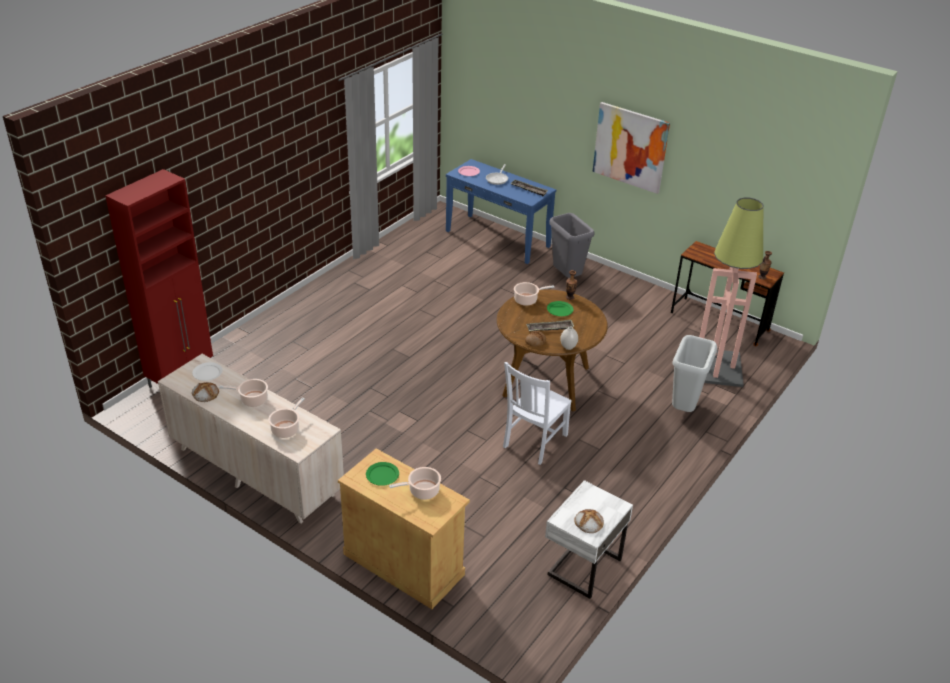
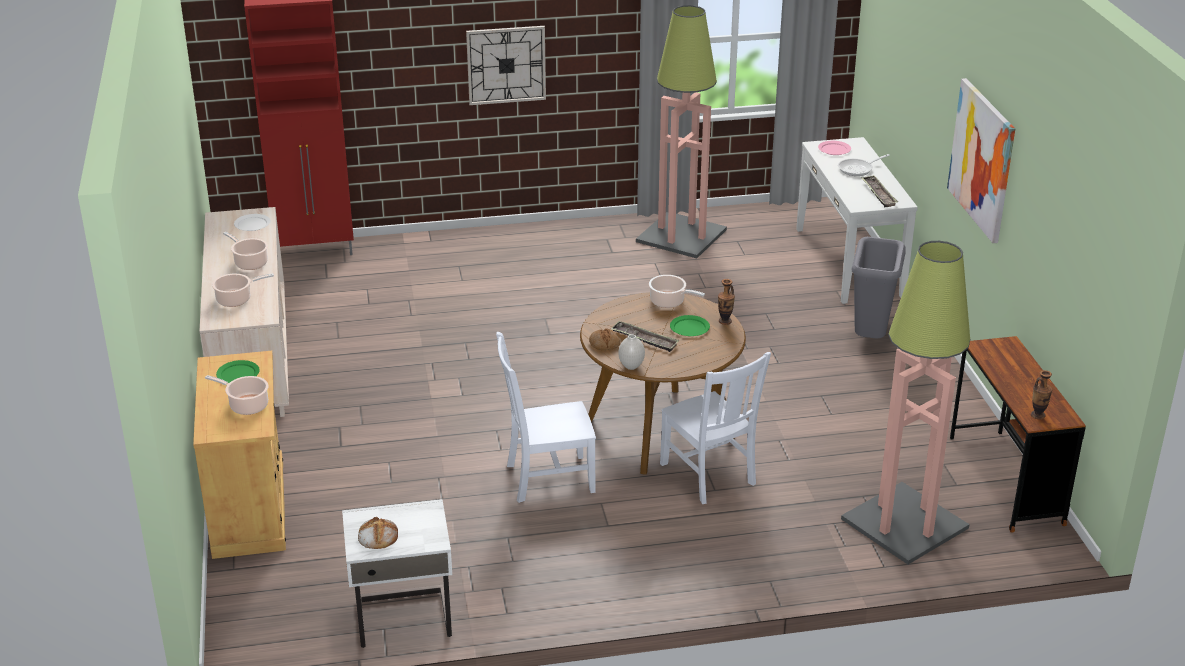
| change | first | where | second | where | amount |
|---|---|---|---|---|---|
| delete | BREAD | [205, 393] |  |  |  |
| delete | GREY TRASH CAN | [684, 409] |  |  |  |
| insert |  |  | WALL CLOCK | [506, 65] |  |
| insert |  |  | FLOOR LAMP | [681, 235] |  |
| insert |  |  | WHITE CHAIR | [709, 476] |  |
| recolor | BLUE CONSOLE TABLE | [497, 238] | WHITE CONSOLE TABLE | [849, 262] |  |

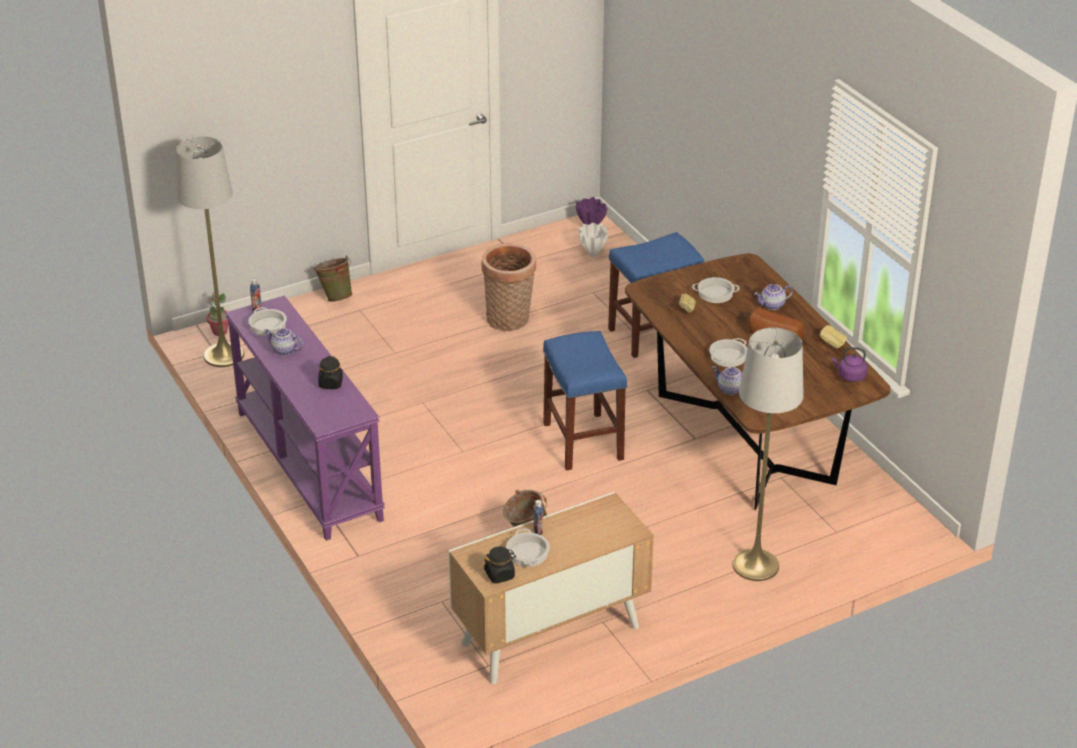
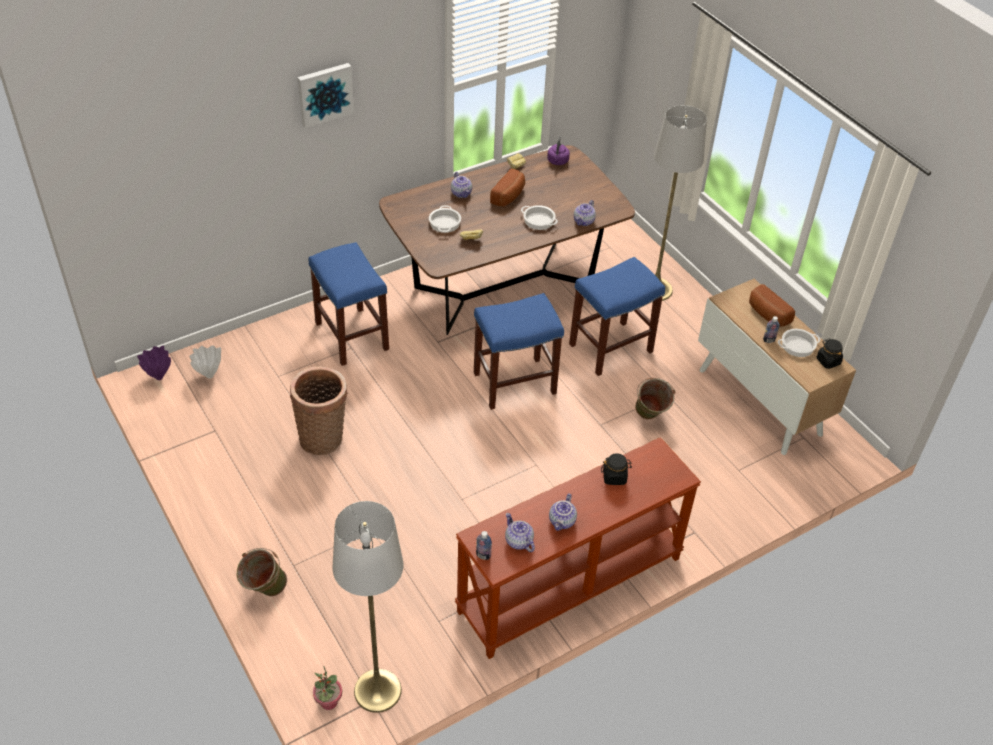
| change | first | where | second | where | amount |
|---|---|---|---|---|---|
| insert |  |  | PICTURE | [325, 94] |  |
| insert |  |  | BLUE STOOL | [610, 349] |  |
| insert |  |  | BREAD | [766, 314] |  |
| replace | COOKING POT | [267, 326] | TEAPOT | [518, 541] |  |
| recolor | PURPLE CONSOLE TABLE | [307, 465] | BROWN CONSOLE TABLE | [570, 586] |  |

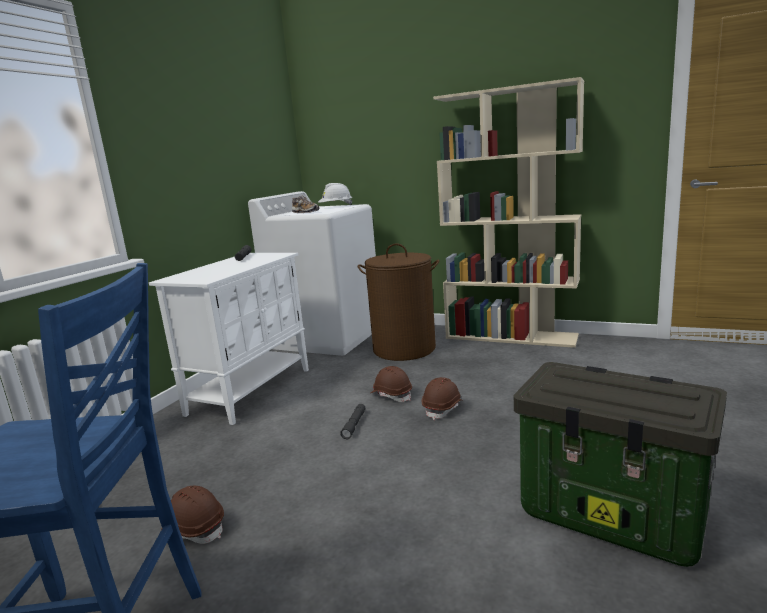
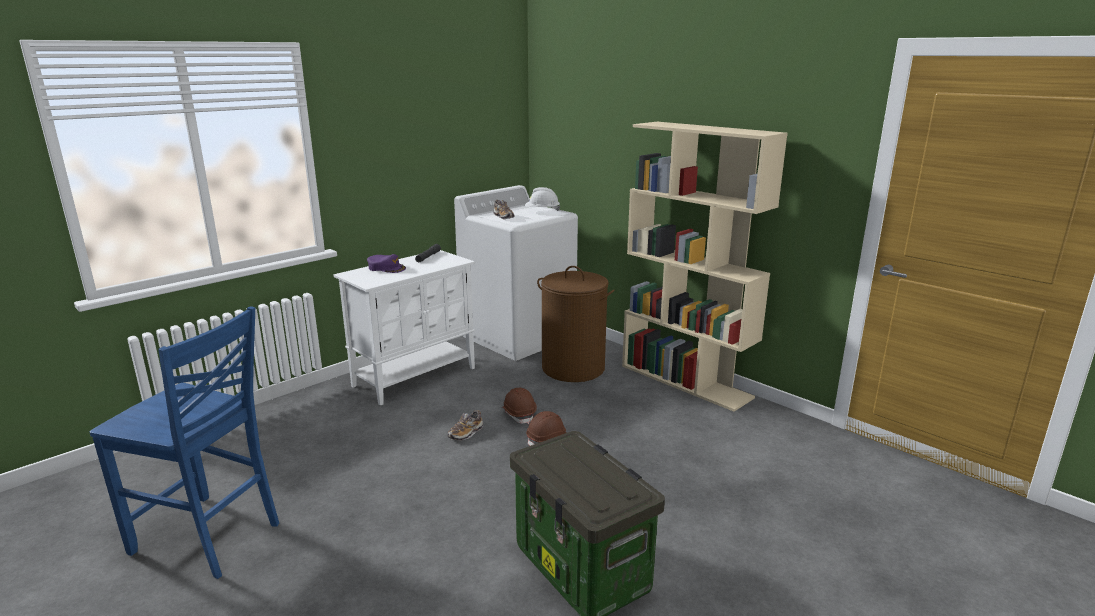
| change | first | where | second | where | amount |
|---|---|---|---|---|---|
| delete | BROWN HARD HAT | [194, 528] |  |  |  |
| insert |  |  | PURPLE CAP | [386, 268] |  |
| replace | GREY FLASHLIGHT | [354, 425] | SHOE | [466, 433] |  |

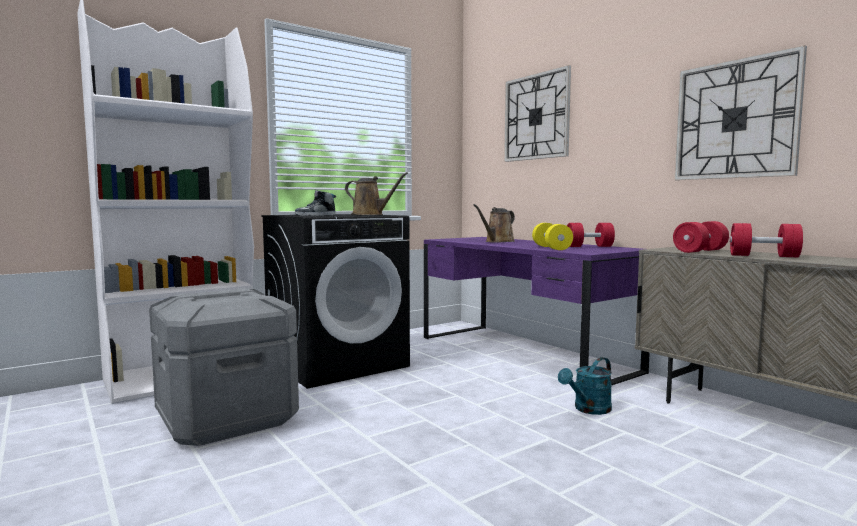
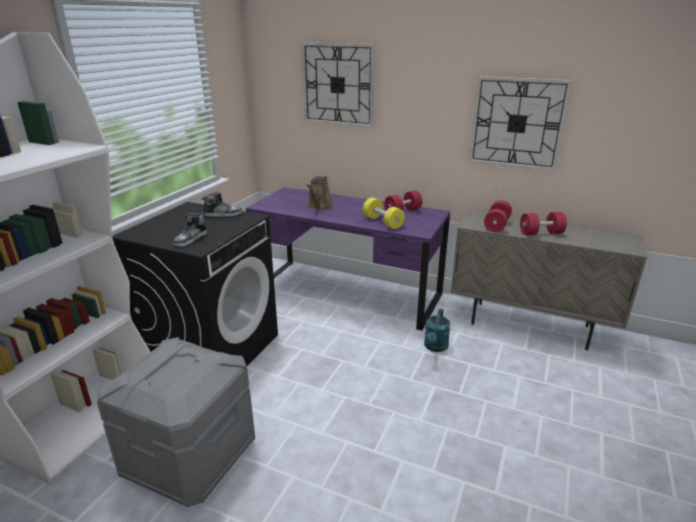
| change | first | where | second | where | amount |
|---|---|---|---|---|---|
| replace | BROWN WATERING CAN | [370, 214] | SHOE | [223, 214] |  |

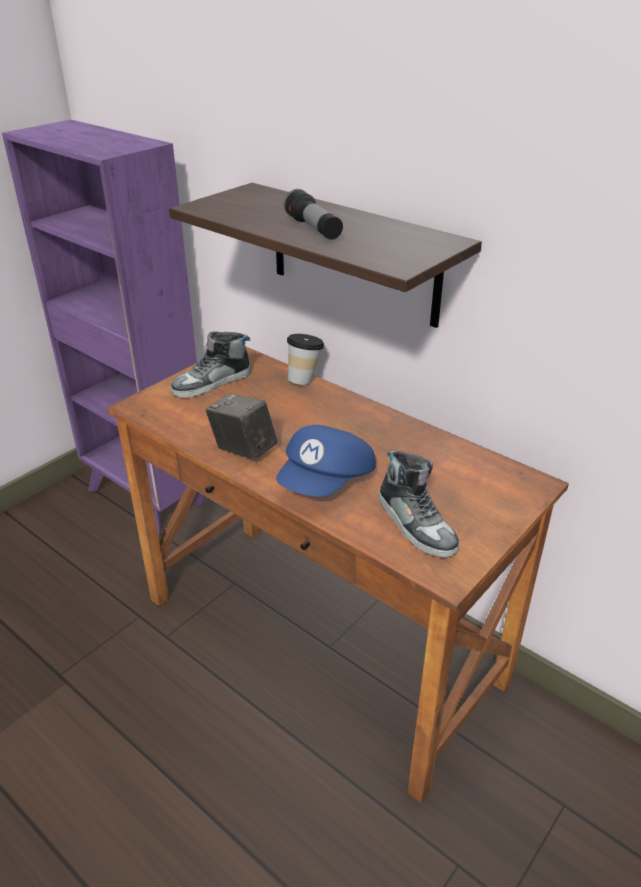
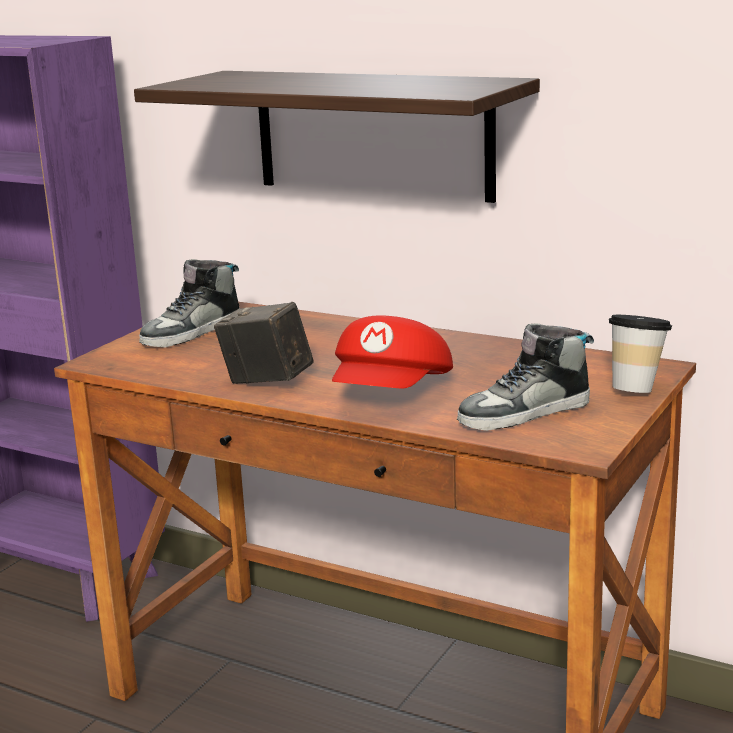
| change | first | where | second | where | amount |
|---|---|---|---|---|---|
| delete | FLASHLIGHT | [313, 229] |  |  |  |
| move | CUP | [305, 379] |  | [636, 388] |  |
| recolor | BLUE CAP | [327, 482] | RED CAP | [393, 394] |  |
| rotate | SHOE | [416, 524] |  | [525, 413] | 105 degrees clockwise |

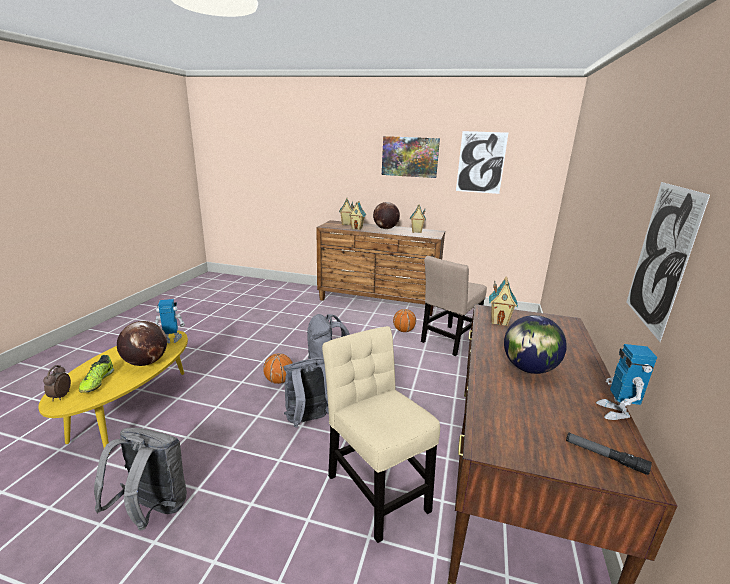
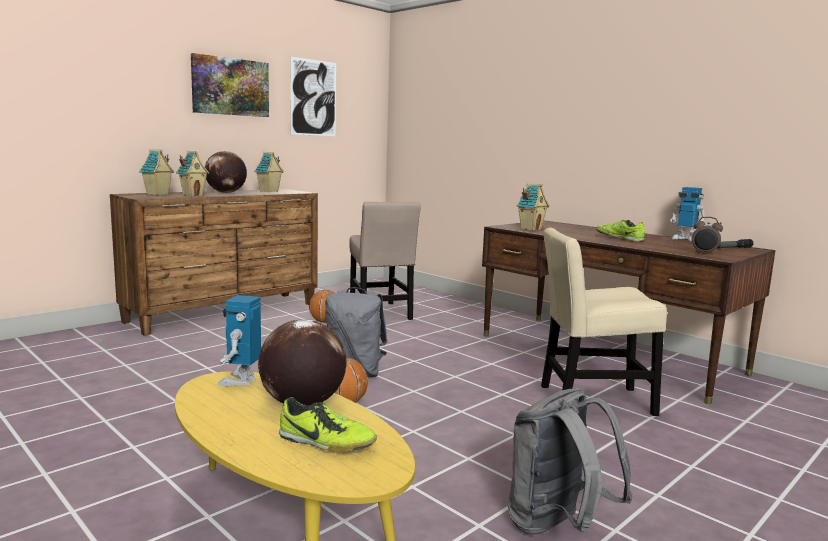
| change | first | where | second | where | amount |
|---|---|---|---|---|---|
| delete | GREY BACKPACK | [309, 422] |  |  |  |
| delete | PICTURE | [661, 257] |  |  |  |
| move | ALARM CLOCK | [60, 396] |  | [704, 254] |  |
| replace | GLOBE | [529, 369] | SHOE | [619, 238] |  |

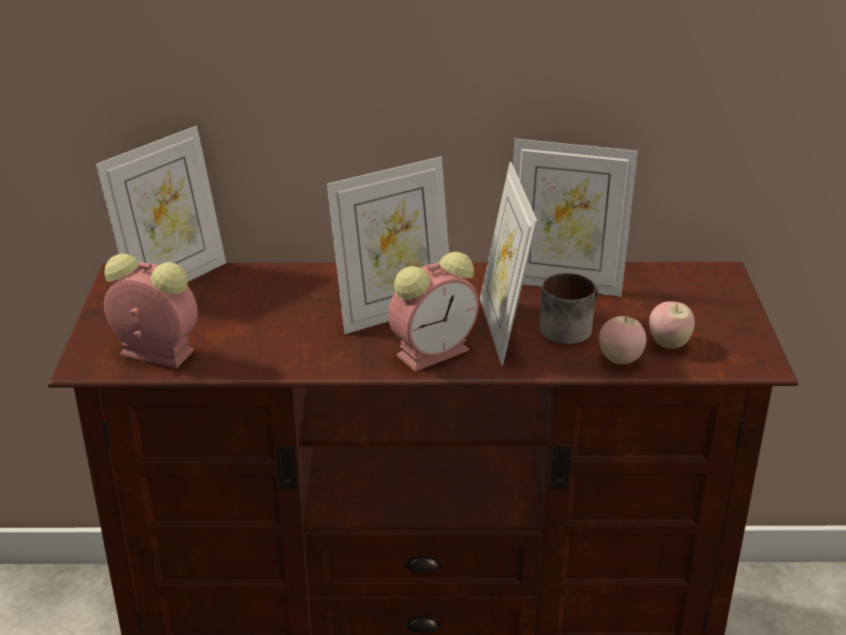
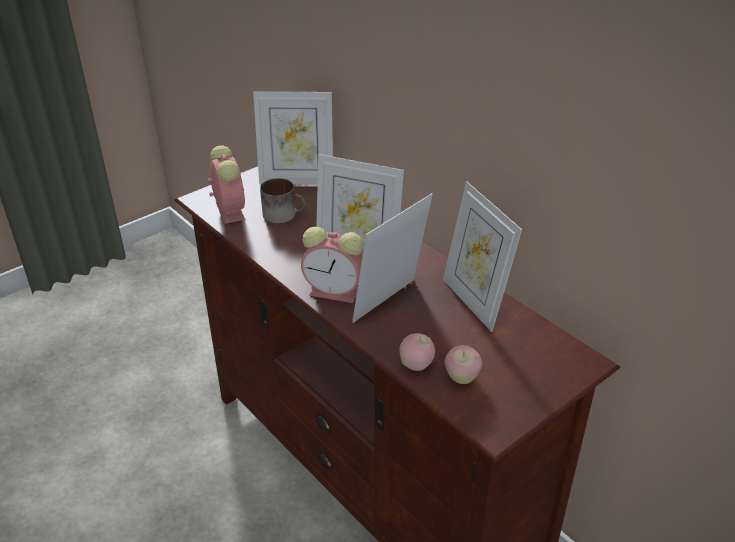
| change | first | where | second | where | amount |
|---|---|---|---|---|---|
| move | MUG | [569, 326] |  | [284, 214] |  |

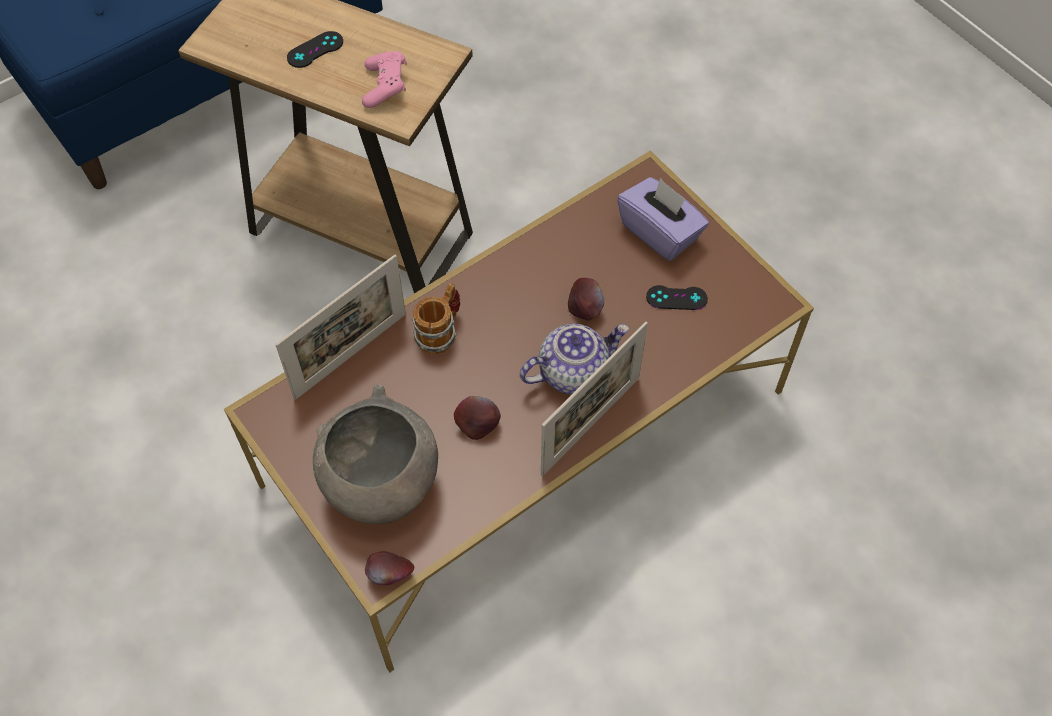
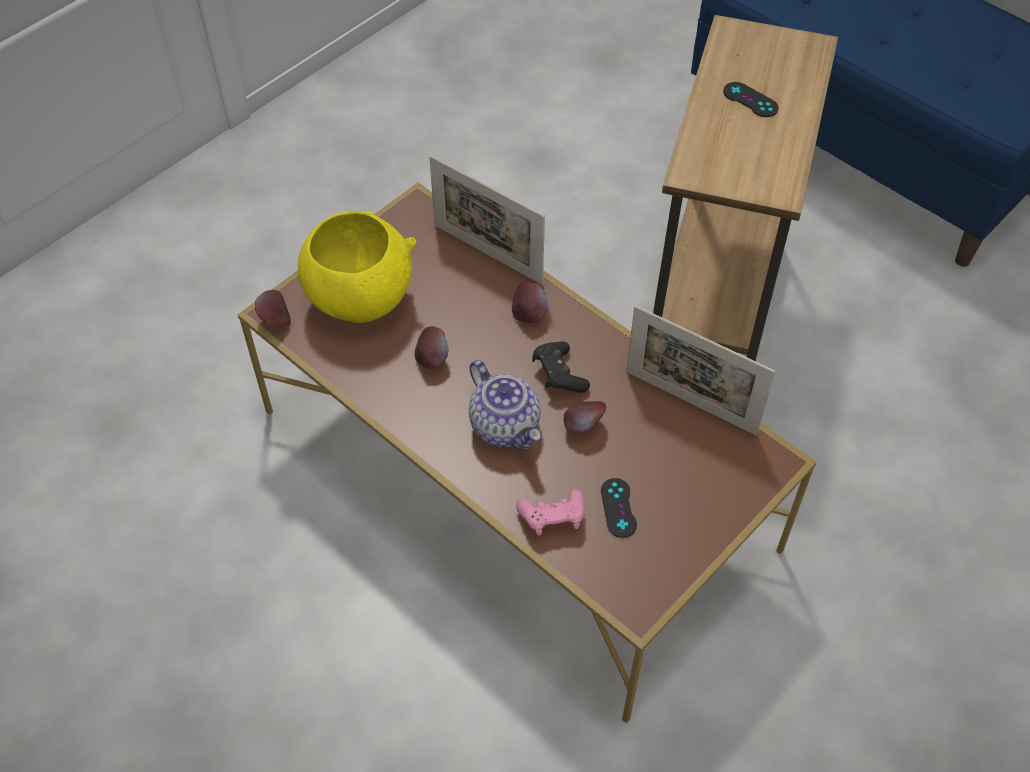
| change | first | where | second | where | amount |
|---|---|---|---|---|---|
| delete | PURPLE TISSUE BOX | [660, 232] |  |  |  |
| insert |  |  | BLACK GAME CONTROLLER | [559, 375] |  |
| move | PINK GAME CONTROLLER | [385, 87] |  | [552, 518] |  |
| move | PICTURE FRAME | [590, 425] |  | [690, 402] |  |
| replace | MUG | [440, 331] | APPLE | [529, 314] |  |
| recolor | GREY BOWL | [381, 485] | YELLOW BOWL | [360, 299] |  |

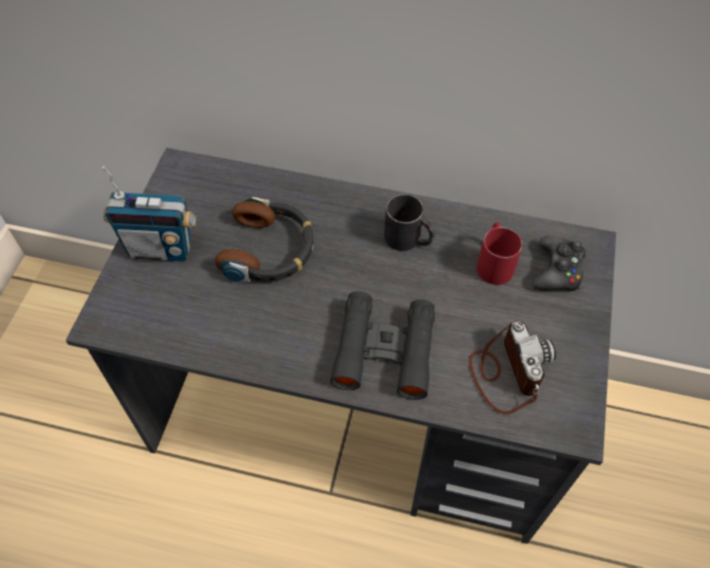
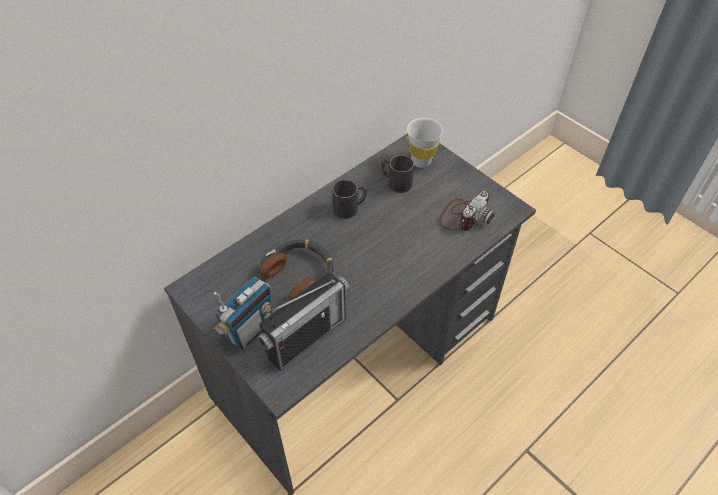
| change | first | where | second | where | amount |
|---|---|---|---|---|---|
| delete | BLACK BINOCULARS | [384, 350] |  |  |  |
| insert |  |  | RADIO | [306, 337] |  |
| replace | BLACK GAME CONTROLLER | [557, 270] | WHITE CUP | [421, 161] |  |
| recolor | RED MUG | [494, 262] | BLACK MUG | [395, 182] |  |
| rotate | PHOTO CAMERA | [505, 372] |  | [464, 216] | 105 degrees clockwise |

